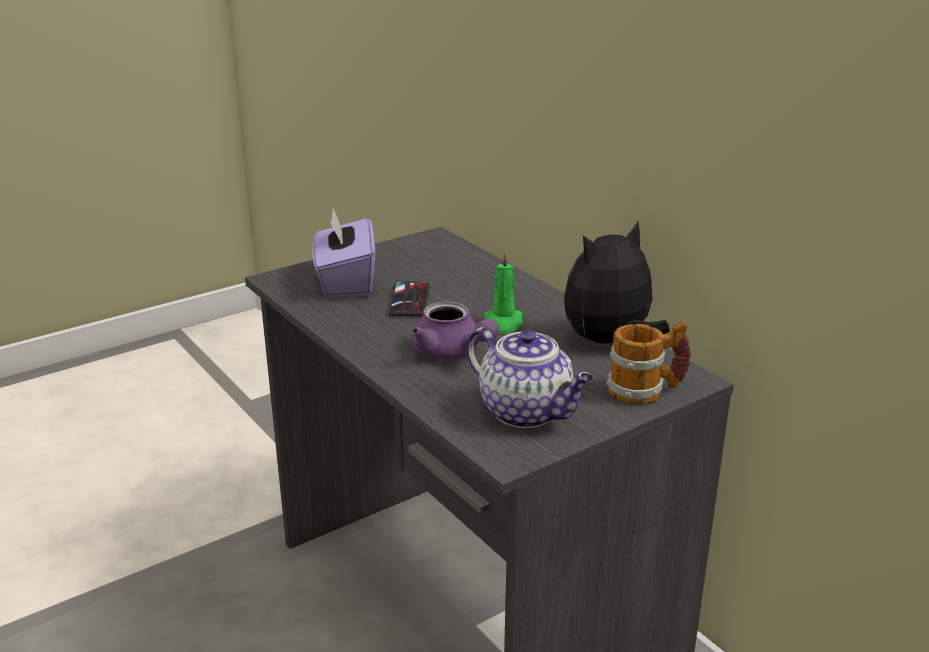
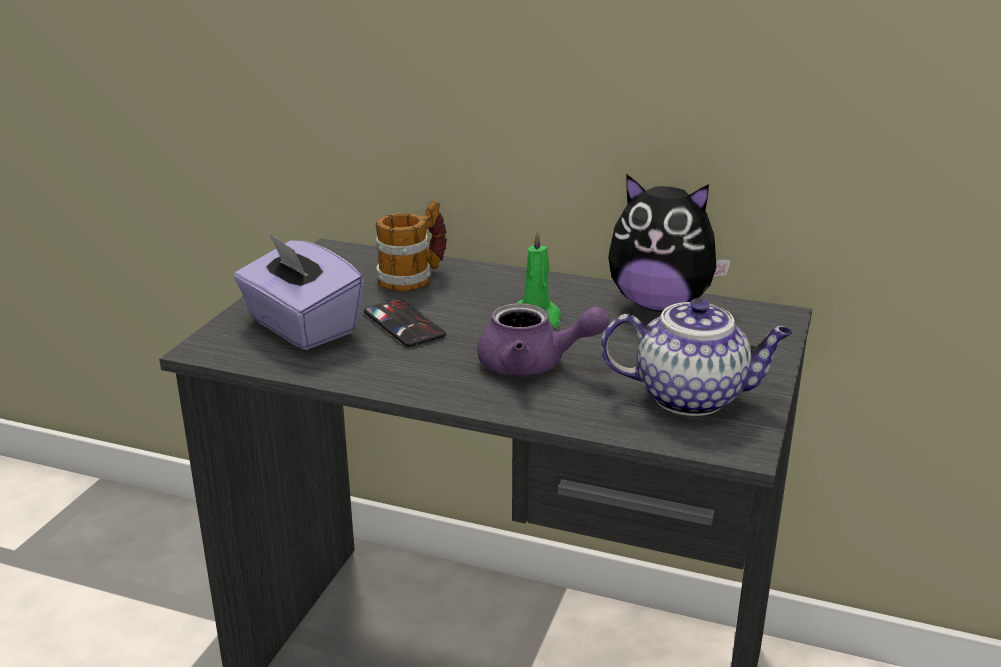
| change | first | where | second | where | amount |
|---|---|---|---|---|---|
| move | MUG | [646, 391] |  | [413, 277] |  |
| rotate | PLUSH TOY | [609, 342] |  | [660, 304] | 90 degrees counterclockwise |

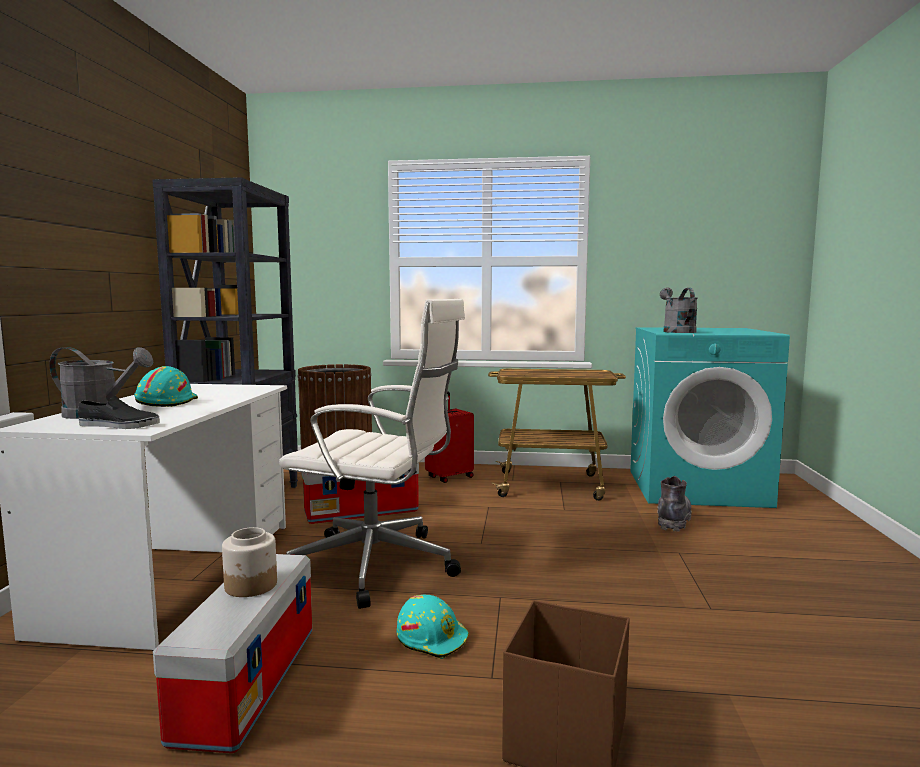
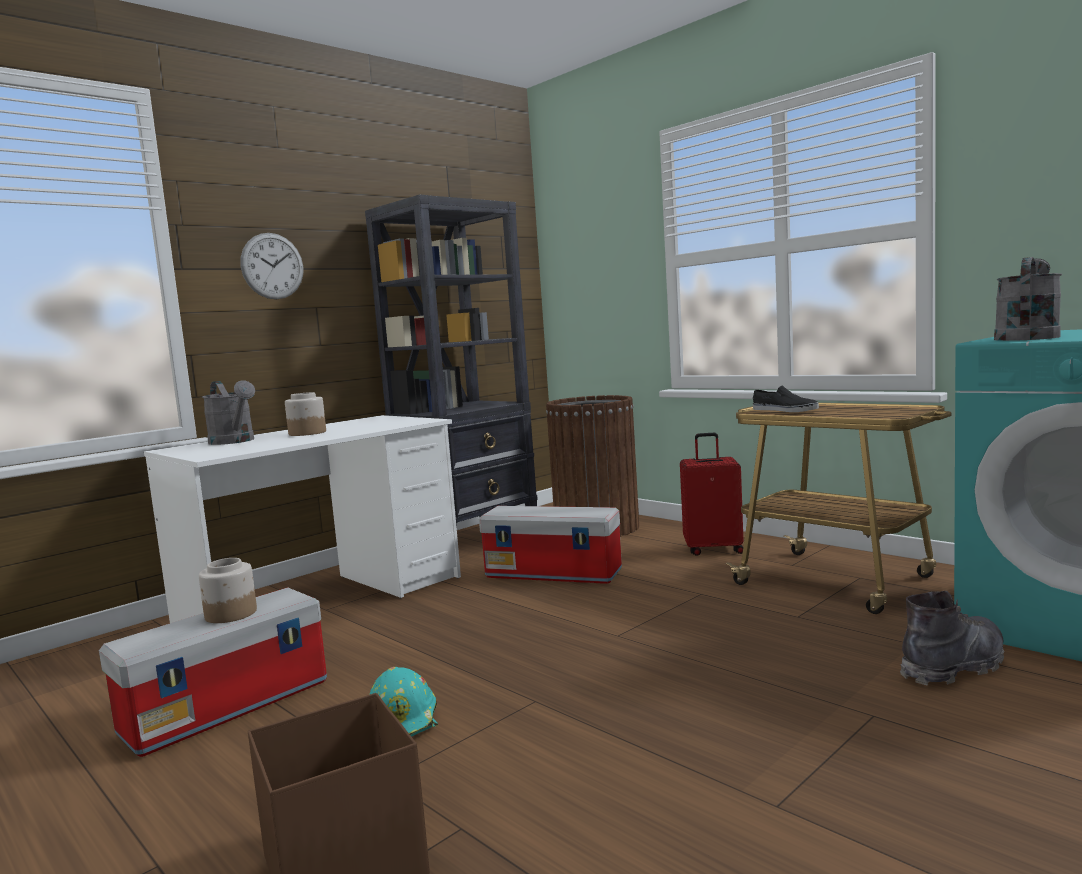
| change | first | where | second | where | amount |
|---|---|---|---|---|---|
| delete | WHITE OFFICE CHAIR | [378, 566] |  |  |  |
| insert |  |  | WALL CLOCK | [272, 266] |  |
| move | BLACK SHOE | [118, 425] |  | [784, 410] |  |
| replace | TURQUOISE HARD HAT | [166, 402] | JAR | [307, 433] |  |

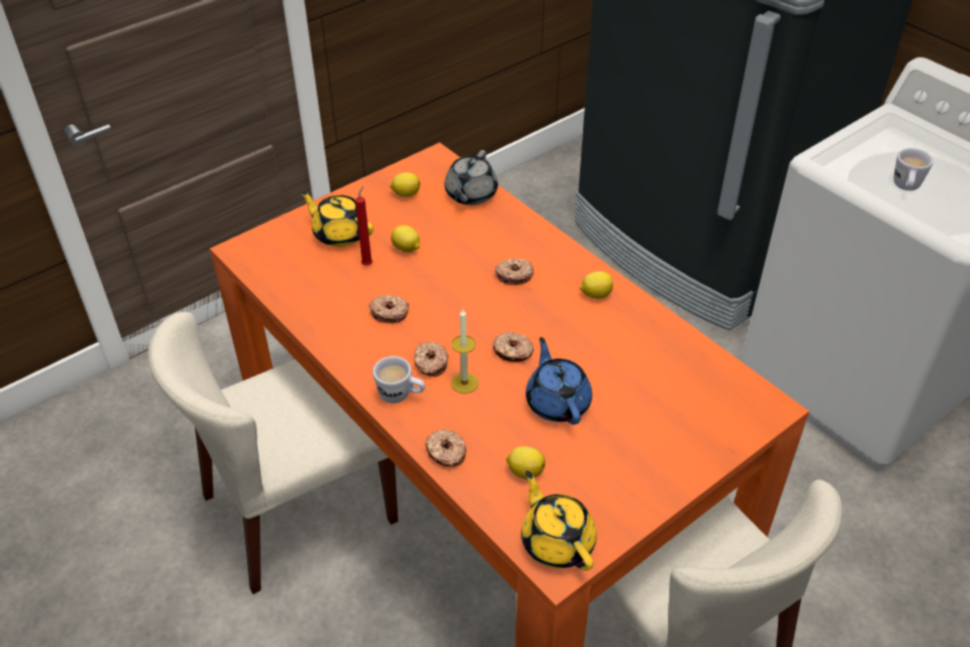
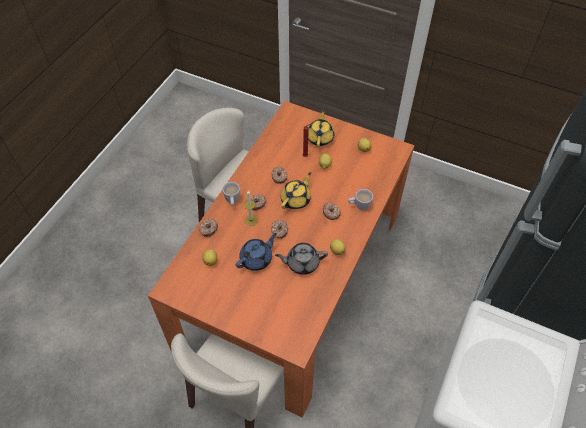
| change | first | where | second | where | amount |
|---|---|---|---|---|---|
| move | GREY TEAPOT | [470, 195] |  | [302, 263] |  |
| move | YELLOW TEAPOT | [557, 541] |  | [296, 199] |  |
| move | WHITE MUG | [905, 188] |  | [359, 206] |  |

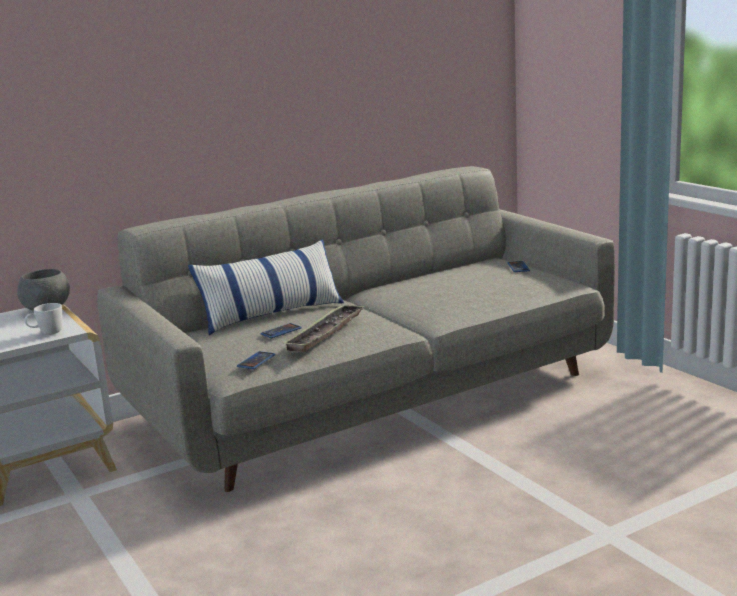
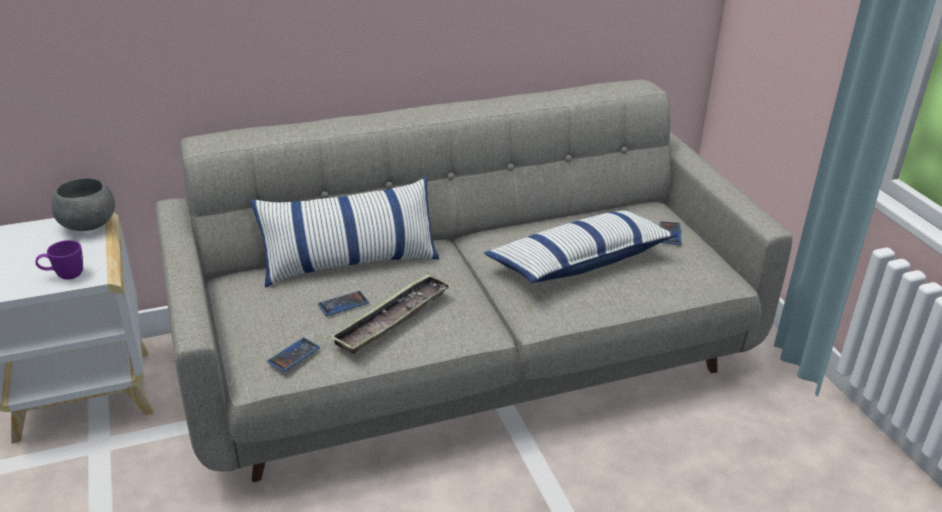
| change | first | where | second | where | amount |
|---|---|---|---|---|---|
| insert |  |  | PILLOW | [579, 262] |  |
| recolor | WHITE MUG | [46, 334] | PURPLE MUG | [64, 276] |  |

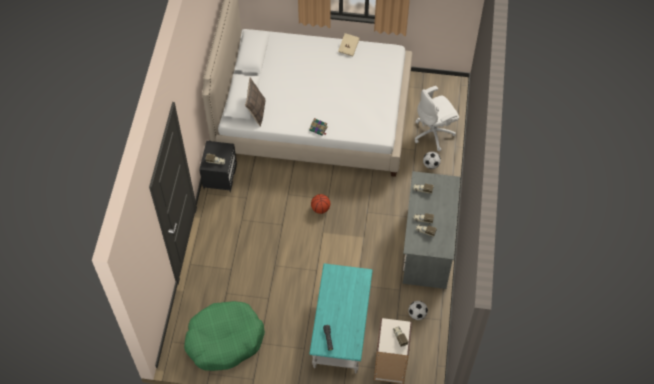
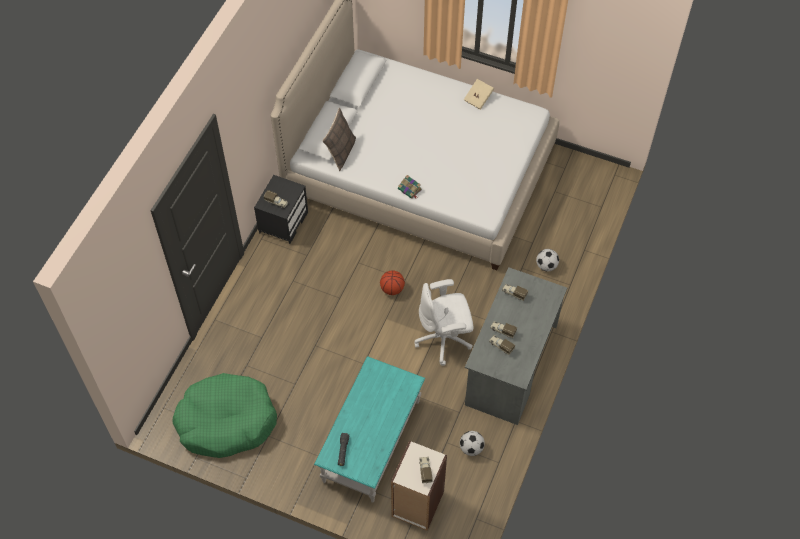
| change | first | where | second | where | amount |
|---|---|---|---|---|---|
| move | WHITE OFFICE CHAIR | [434, 133] |  | [444, 339] |  |

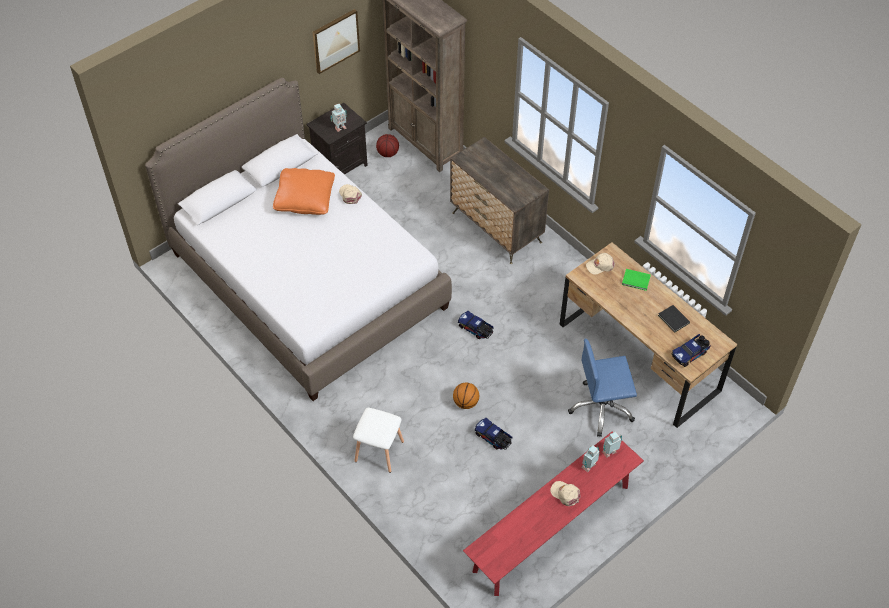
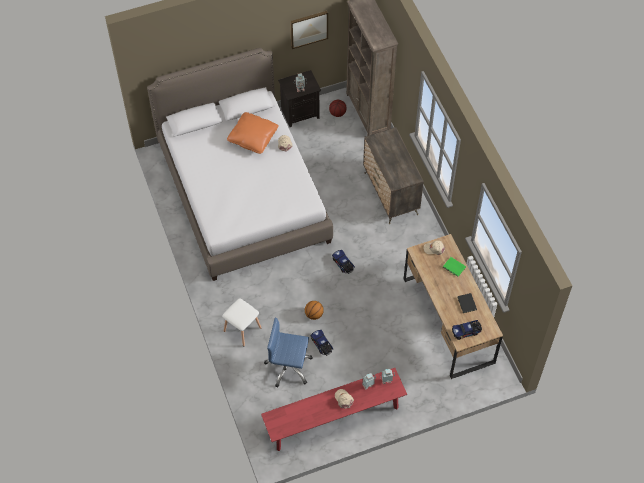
| change | first | where | second | where | amount |
|---|---|---|---|---|---|
| move | BLUE OFFICE CHAIR | [601, 408] |  | [288, 367] |  |

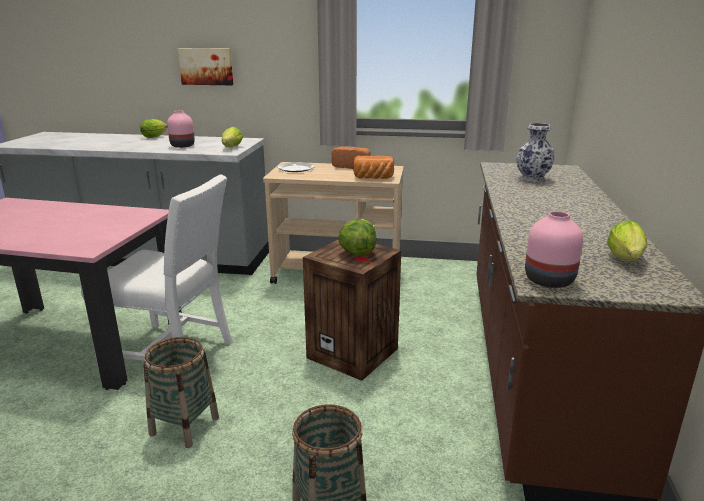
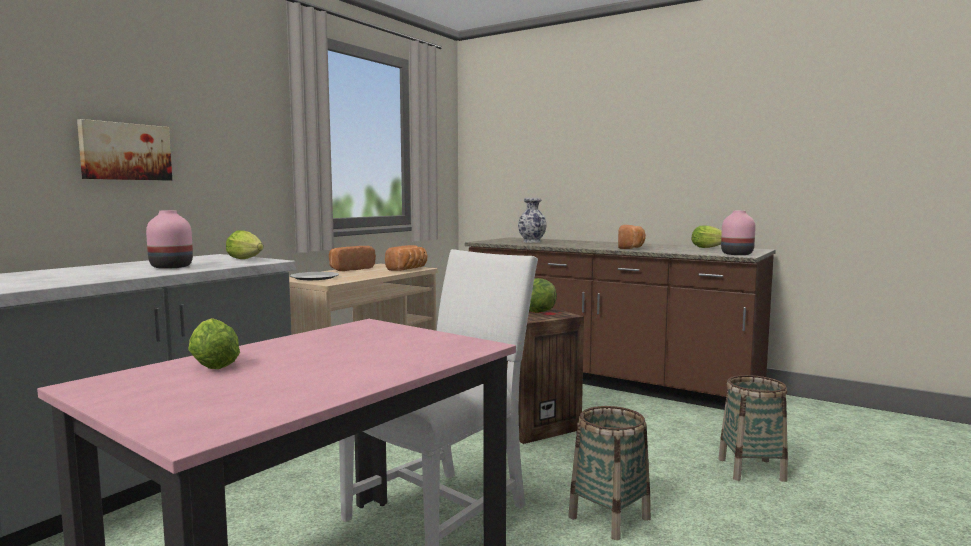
| change | first | where | second | where | amount |
|---|---|---|---|---|---|
| insert |  |  | BREAD | [632, 248] |  |
| move | LETTUCE | [155, 137] |  | [212, 364] |  |

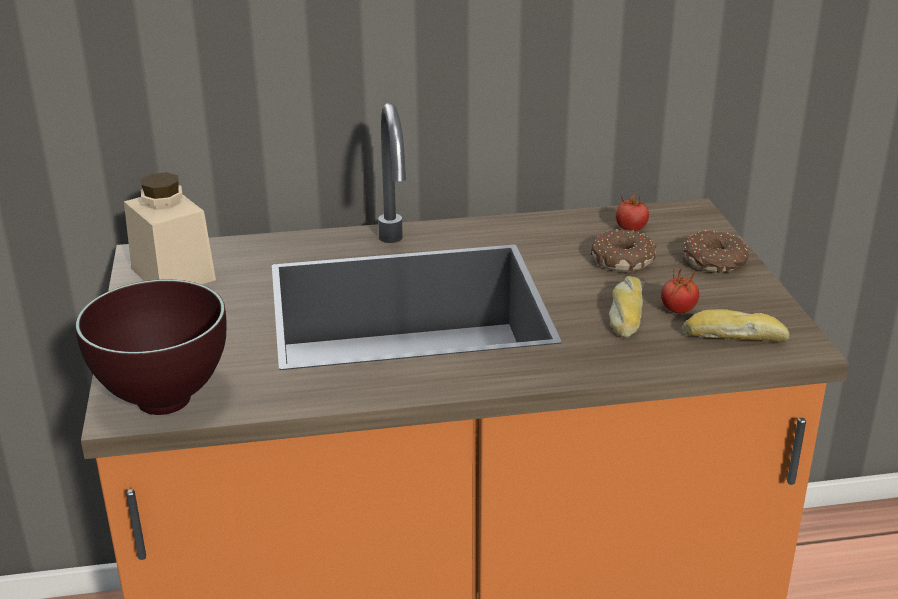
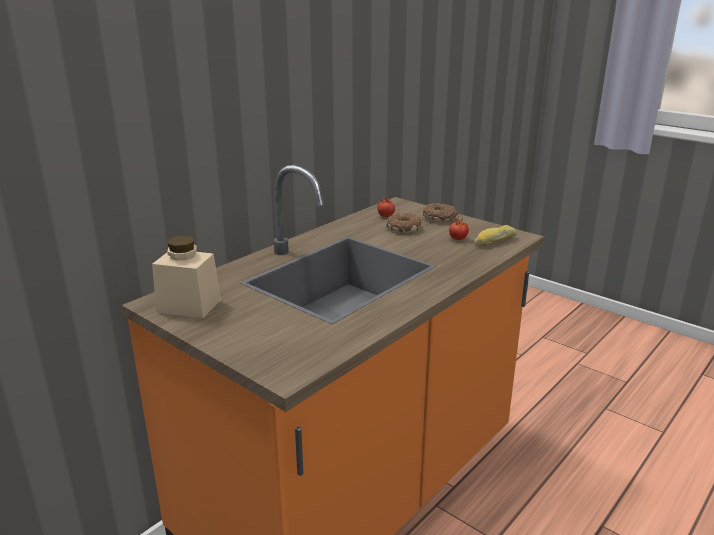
| change | first | where | second | where | amount |
|---|---|---|---|---|---|
| delete | BROWN BOWL | [160, 403] |  |  |  |
| delete | BREAD | [625, 314] |  |  |  |

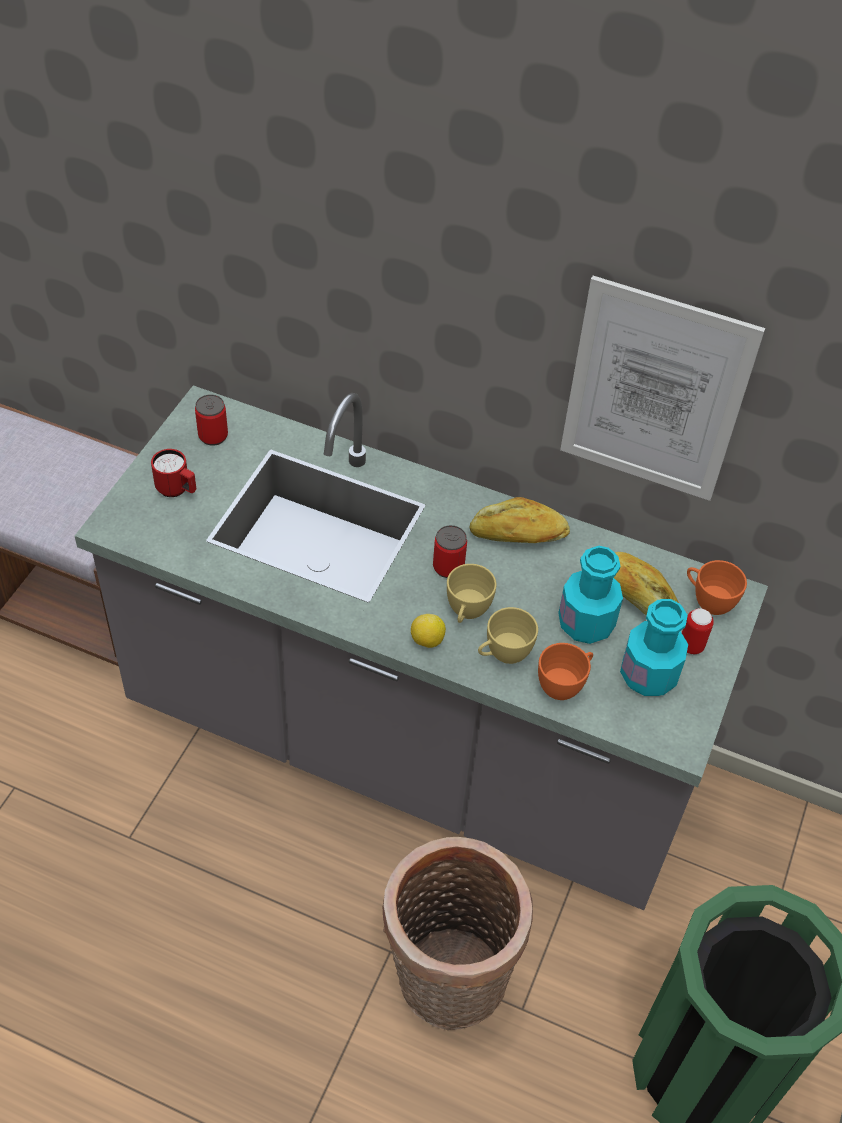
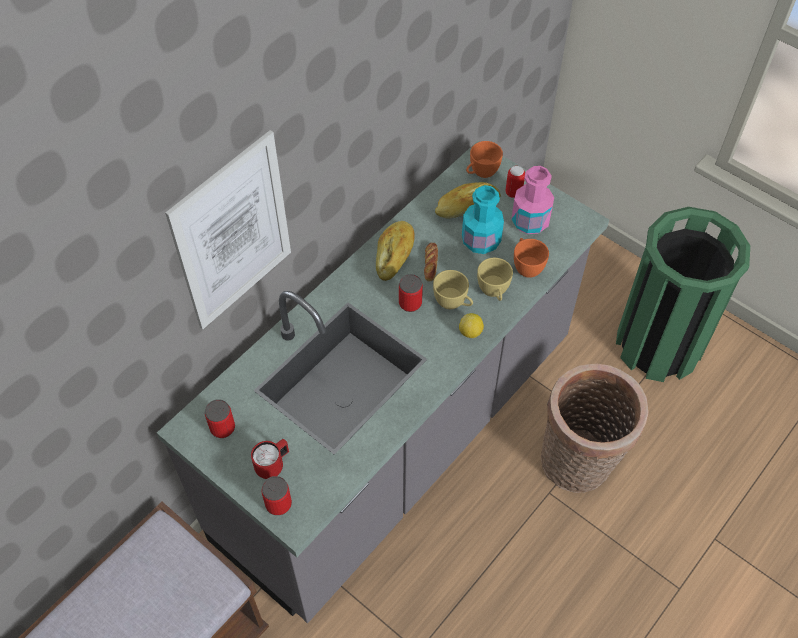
| change | first | where | second | where | amount |
|---|---|---|---|---|---|
| insert |  |  | CAN | [278, 504] |  |
| insert |  |  | BREAD | [430, 264] |  |
| move | PICTURE | [655, 392] |  | [233, 233] |  |
| recolor | TURQUOISE BOTTLE | [648, 675] | PINK BOTTLE | [530, 221] |  |

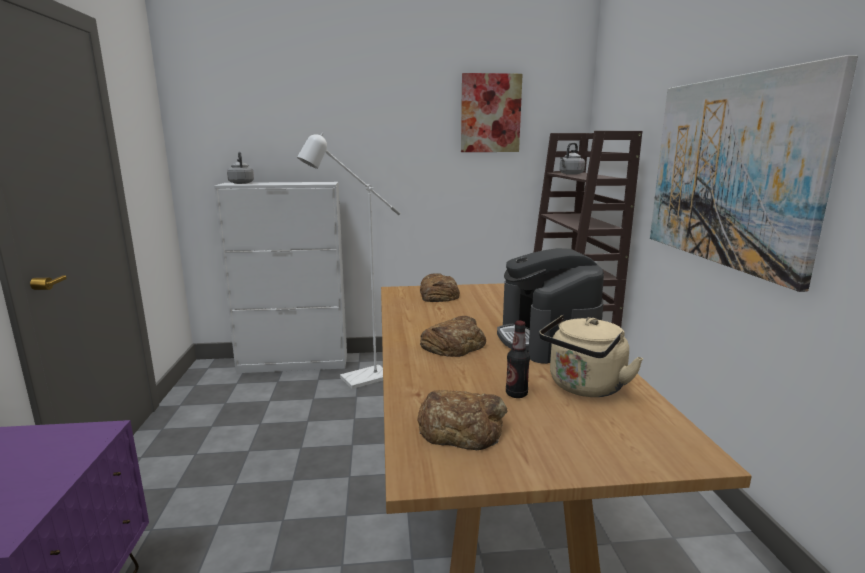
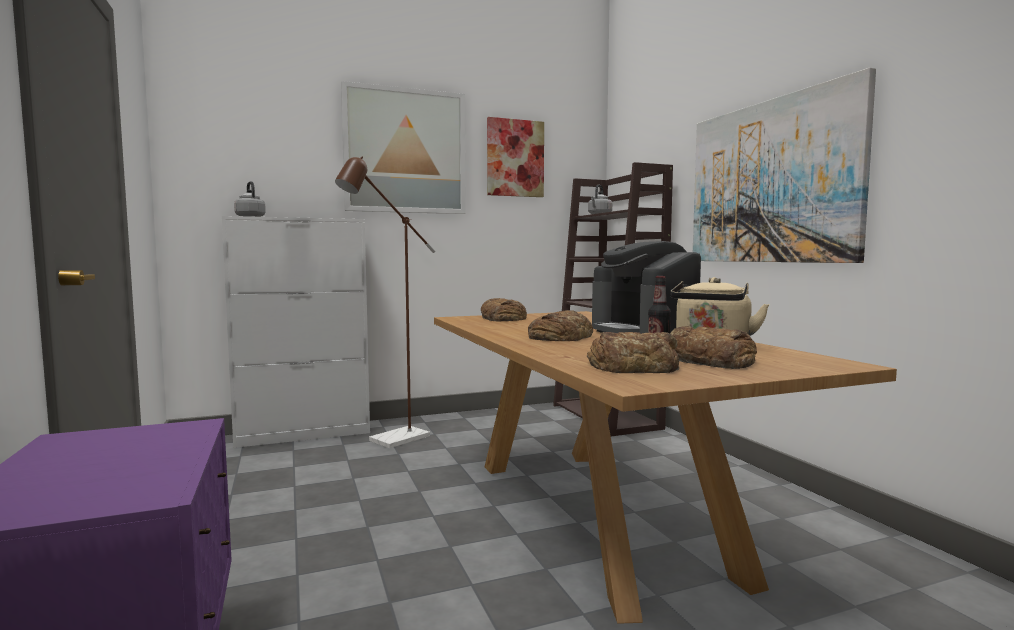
| change | first | where | second | where | amount |
|---|---|---|---|---|---|
| insert |  |  | PICTURE | [405, 151] |  |
| insert |  |  | BREAD | [710, 360] |  |
| recolor | WHITE FLOOR LAMP | [357, 380] | BROWN FLOOR LAMP | [391, 441] |  |

